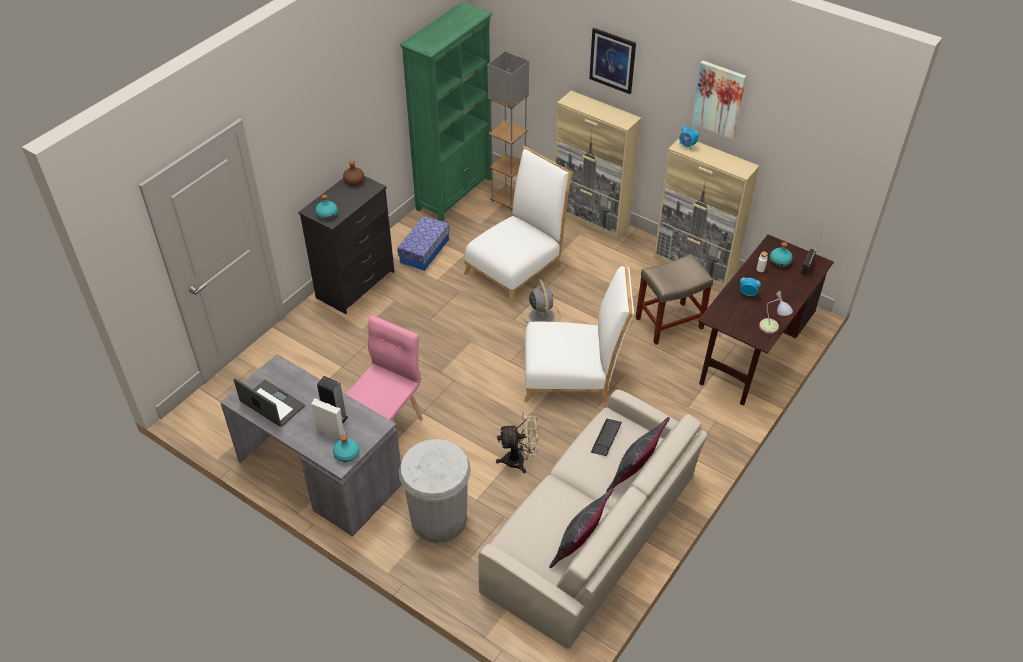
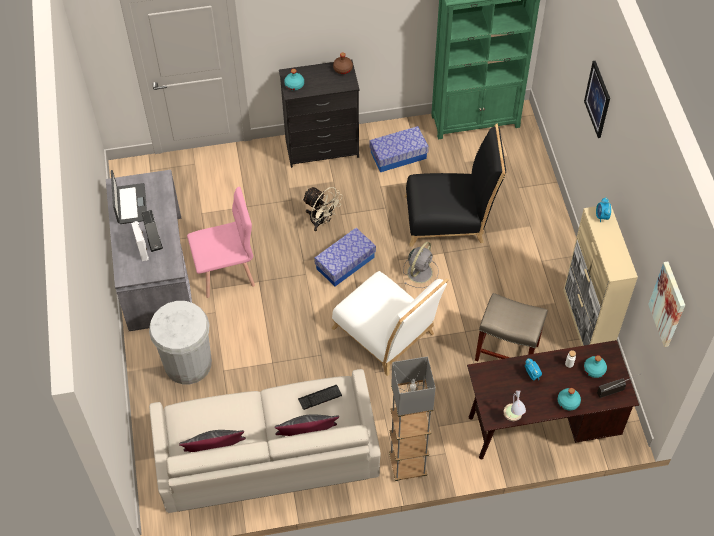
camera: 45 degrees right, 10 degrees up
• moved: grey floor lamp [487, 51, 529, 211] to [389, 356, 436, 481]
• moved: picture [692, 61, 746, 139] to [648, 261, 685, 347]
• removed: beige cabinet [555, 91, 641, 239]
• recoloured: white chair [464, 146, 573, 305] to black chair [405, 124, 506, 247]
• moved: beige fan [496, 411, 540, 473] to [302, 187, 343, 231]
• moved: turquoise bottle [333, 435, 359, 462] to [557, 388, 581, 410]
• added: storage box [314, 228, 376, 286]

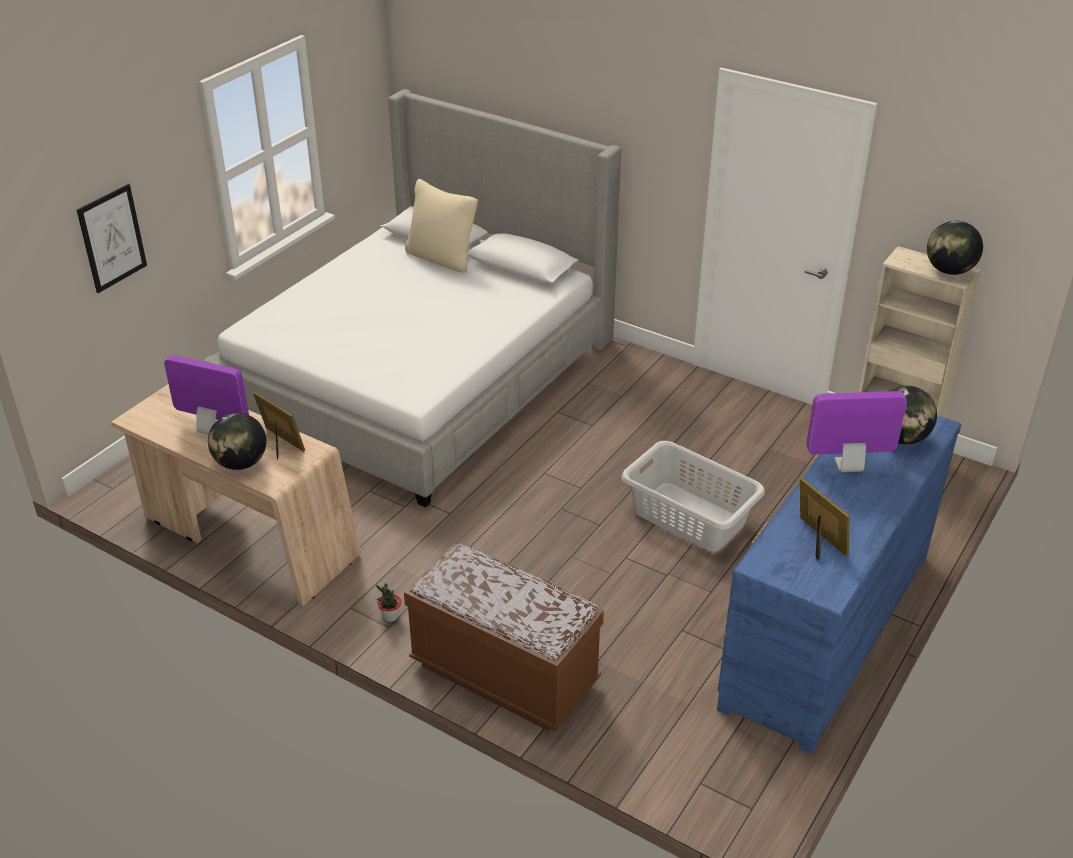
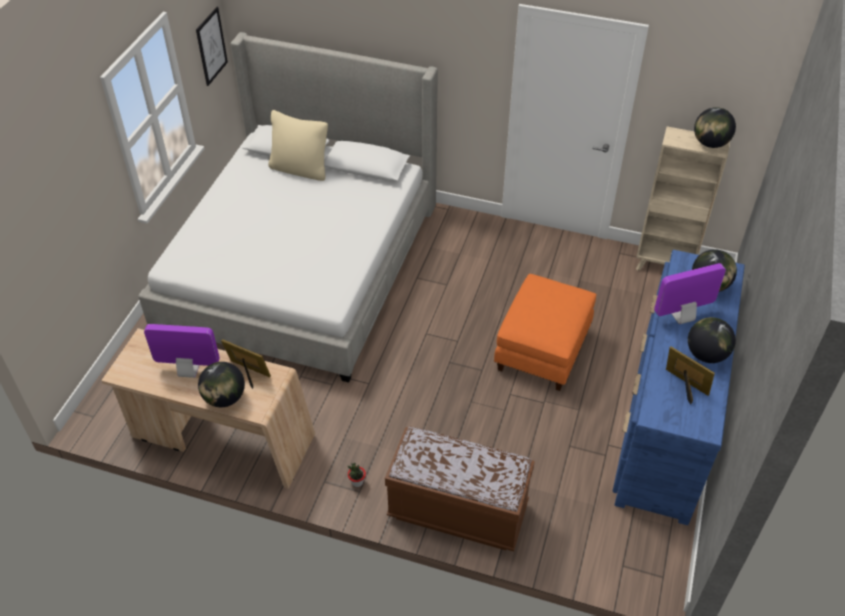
camera: 15 degrees left, 10 degrees up
• moved: picture [77, 184, 147, 293] to [196, 7, 228, 86]
• replaced: grey laundry basket [621, 441, 765, 552] to orange ottoman [494, 274, 596, 391]
• added: globe [688, 317, 736, 363]

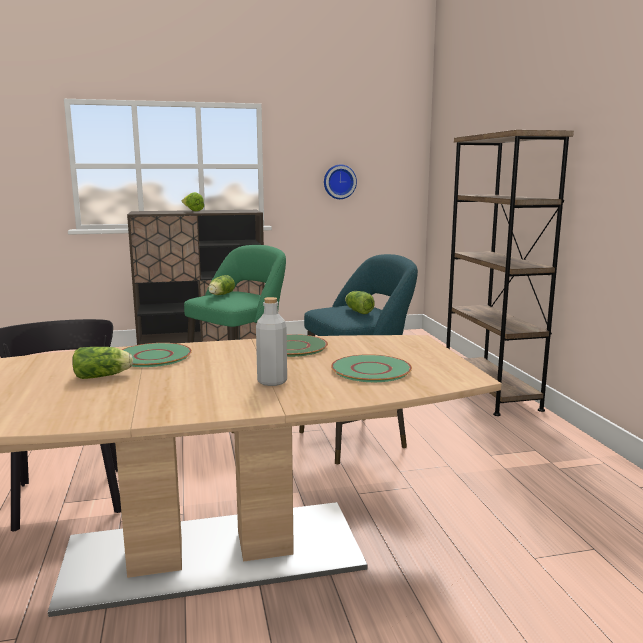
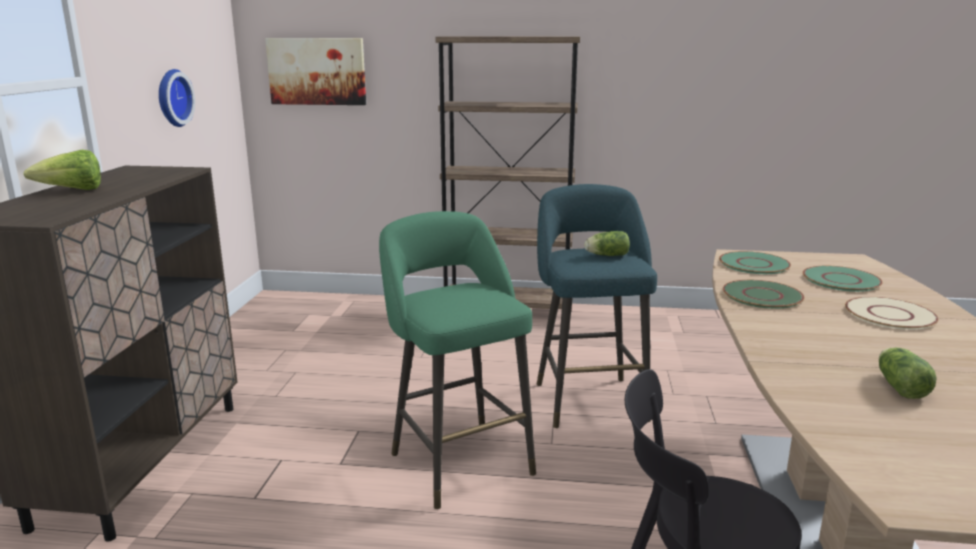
camera: 70 degrees left, 5 degrees up
• removed: lettuce [208, 275, 235, 295]
• replaced: grey bottle [256, 297, 287, 386] to beige plate [845, 297, 939, 330]
• moved: green plate [122, 343, 192, 367] to [719, 251, 791, 274]
• added: picture [265, 38, 366, 105]

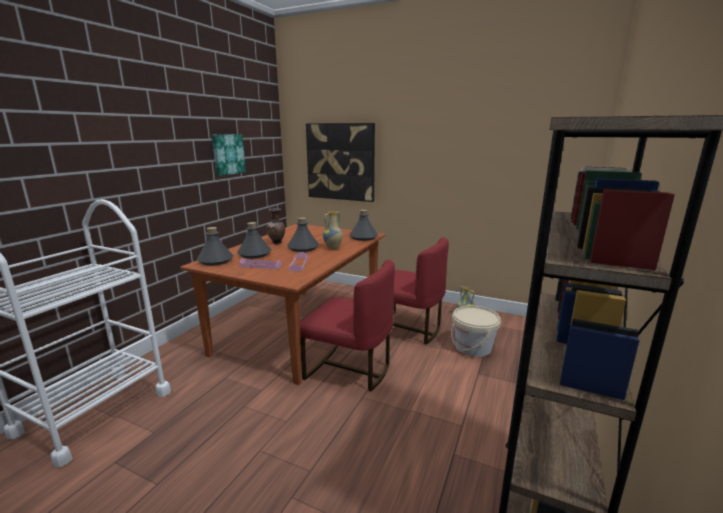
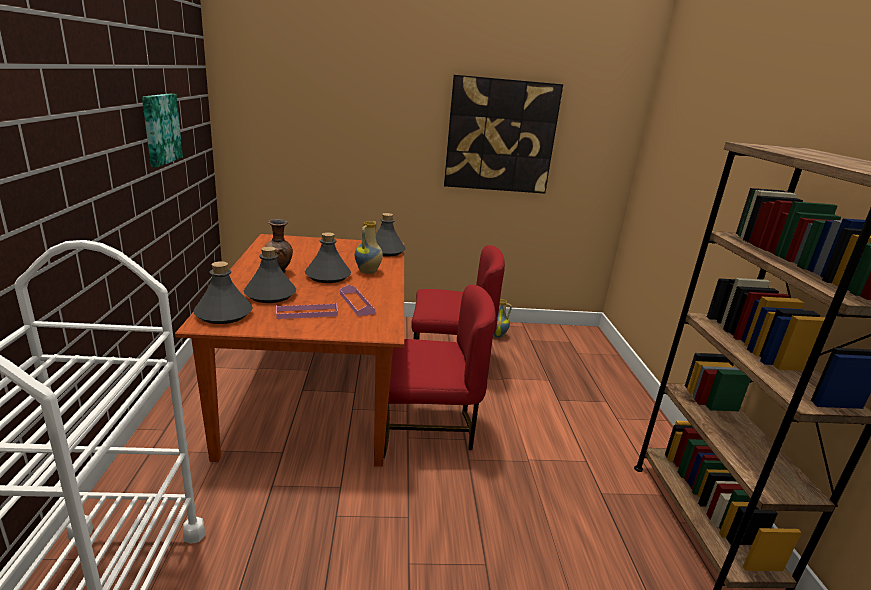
camera: 30 degrees left, 5 degrees up
• moved: picture [306, 123, 375, 202] to [444, 75, 563, 194]
• removed: beige bucket [451, 306, 501, 357]

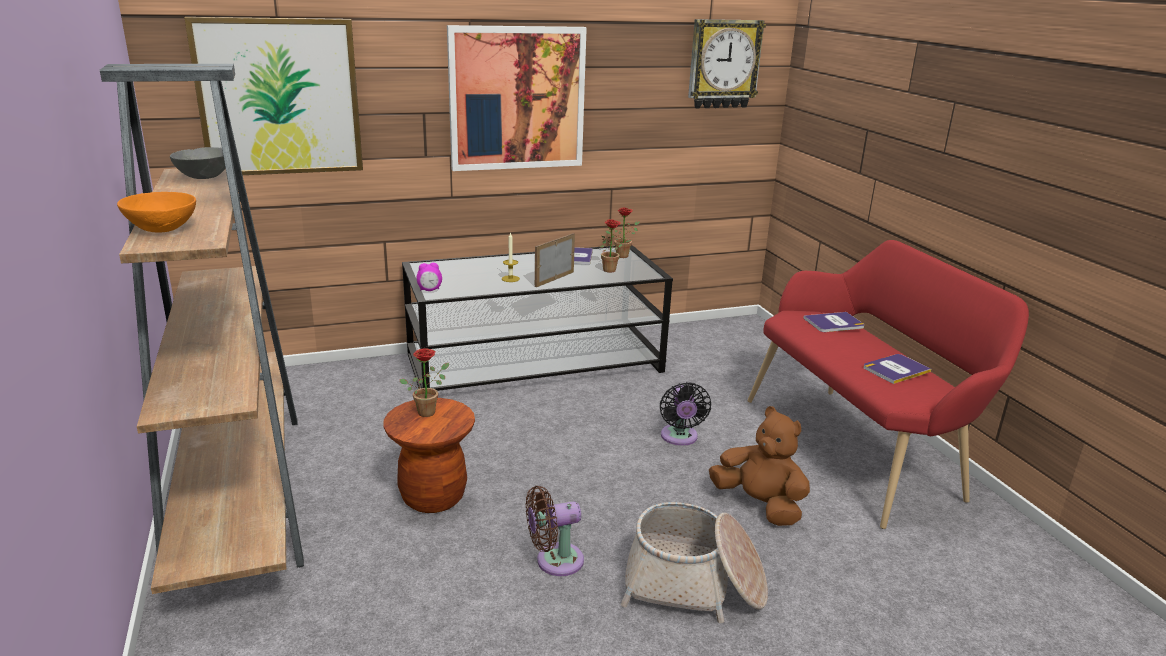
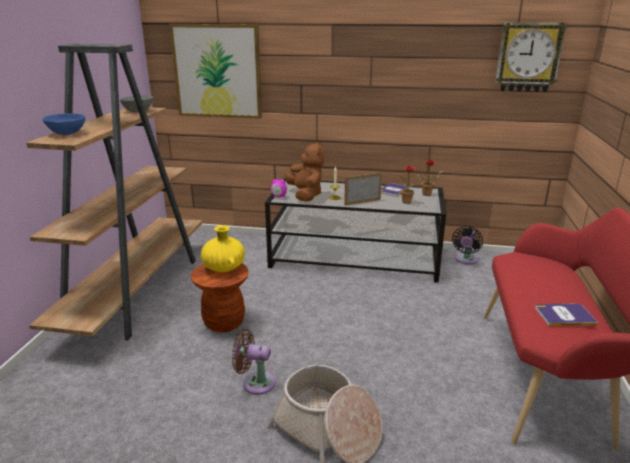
camera: 30 degrees right, 0 degrees up
• removed: picture [447, 25, 587, 171]
• recoloured: orange bowl [117, 192, 196, 232] to blue bowl [42, 113, 85, 135]
• removed: book [803, 312, 864, 332]
• replaced: potted plant [400, 348, 449, 417] to yellow vase [201, 225, 245, 272]
• moved: black fan [660, 382, 711, 446] to [452, 226, 483, 264]
• moved: brown plush toy [709, 406, 810, 526] to [285, 141, 324, 202]

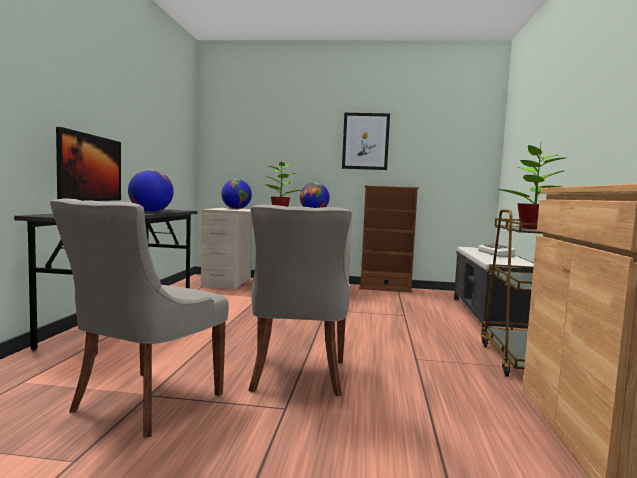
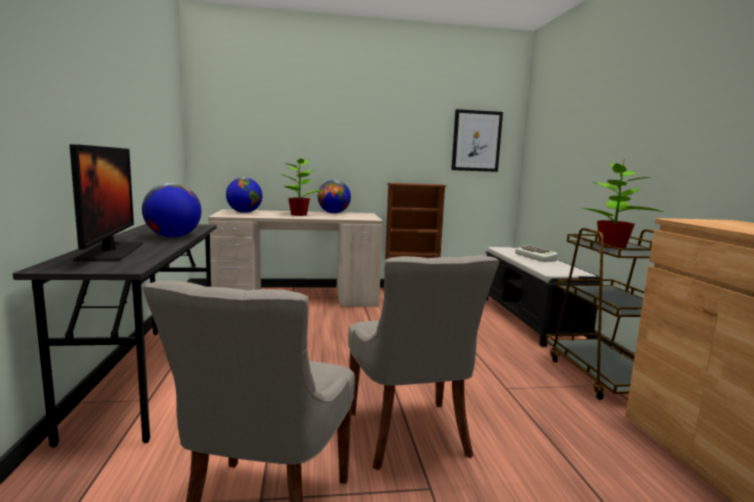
camera: 15 degrees left, 5 degrees up
• moved: picture [342, 113, 390, 170] to [451, 109, 503, 172]

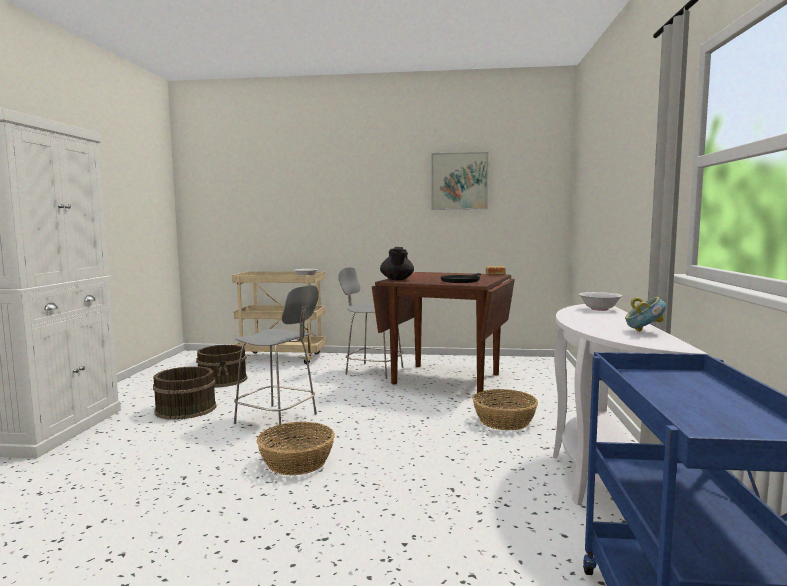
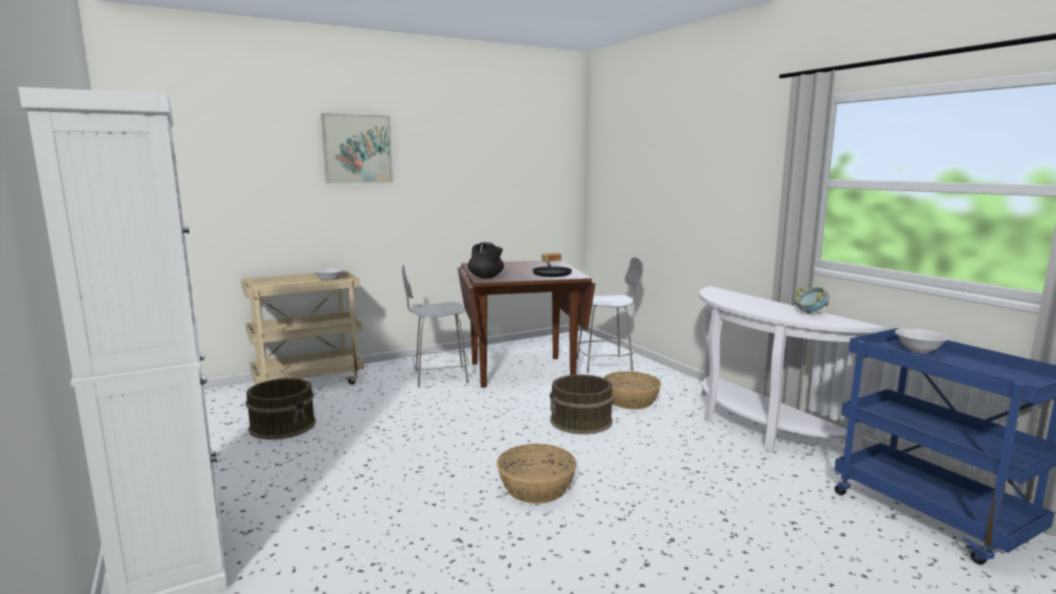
camera: 35 degrees left, 5 degrees up
• moved: picture [431, 152, 489, 210] to [321, 113, 393, 184]
• moved: grey chair [234, 285, 319, 434] to [577, 257, 643, 373]
• moved: white bowl [579, 292, 622, 311] to [895, 328, 949, 353]
• moved: brown bucket [153, 366, 216, 420] to [550, 374, 613, 435]

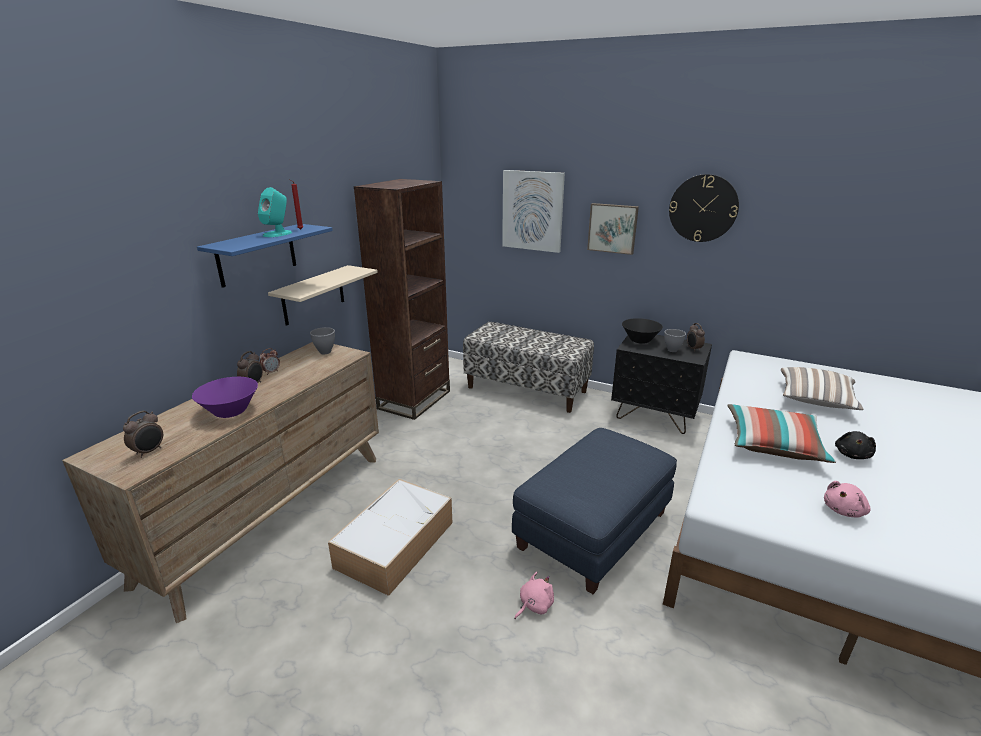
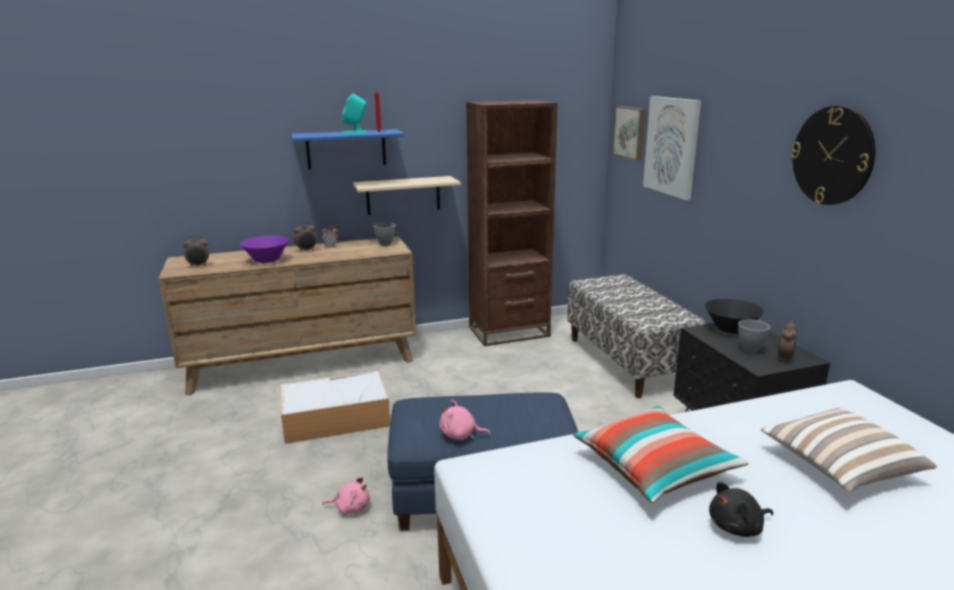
camera: 45 degrees right, 5 degrees down
• moved: picture [587, 203, 639, 255] to [612, 106, 646, 160]
• moved: pink plush toy [824, 481, 871, 518] to [439, 399, 491, 440]

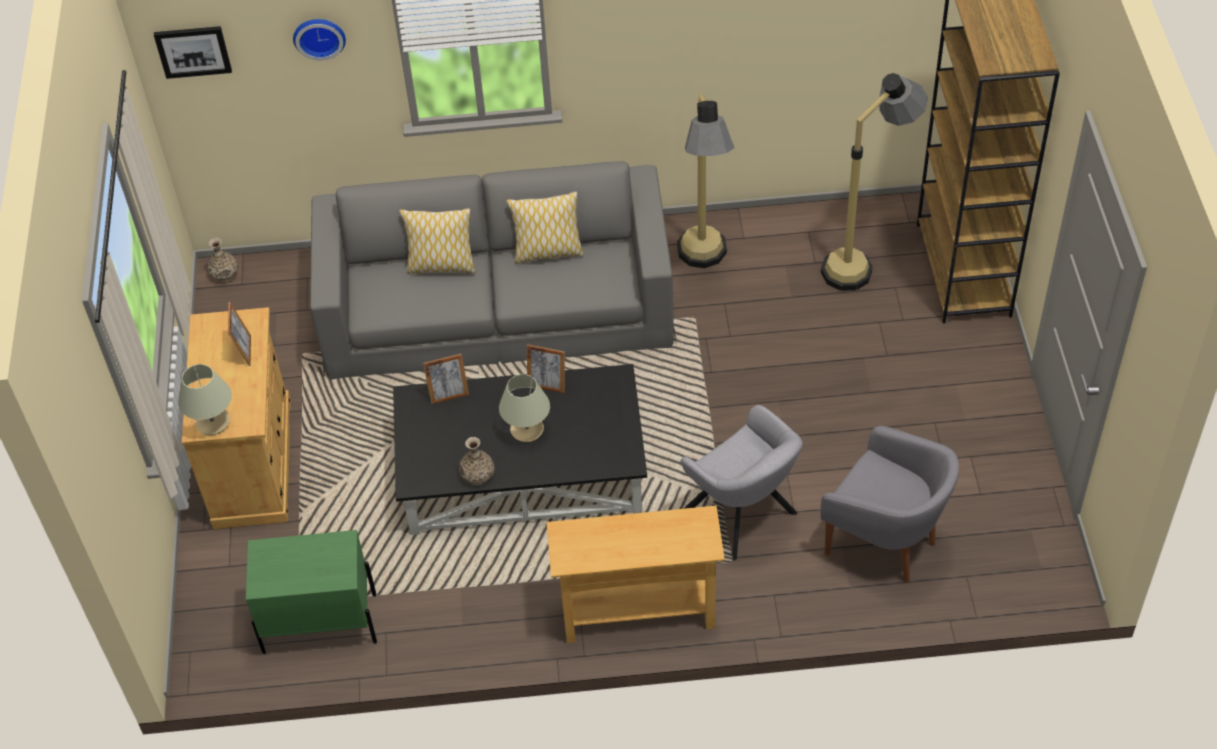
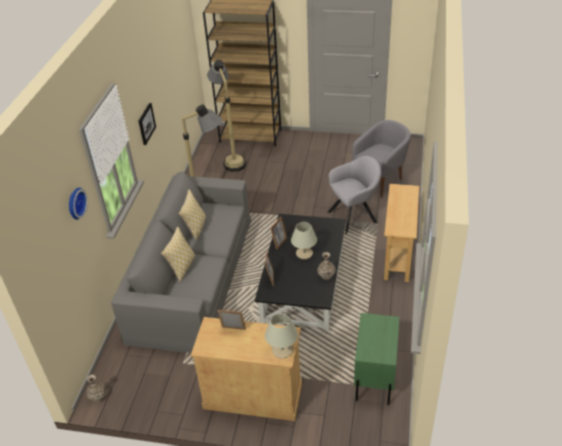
camera: 75 degrees left, 10 degrees down
• moved: picture [154, 26, 232, 79] to [139, 103, 156, 145]

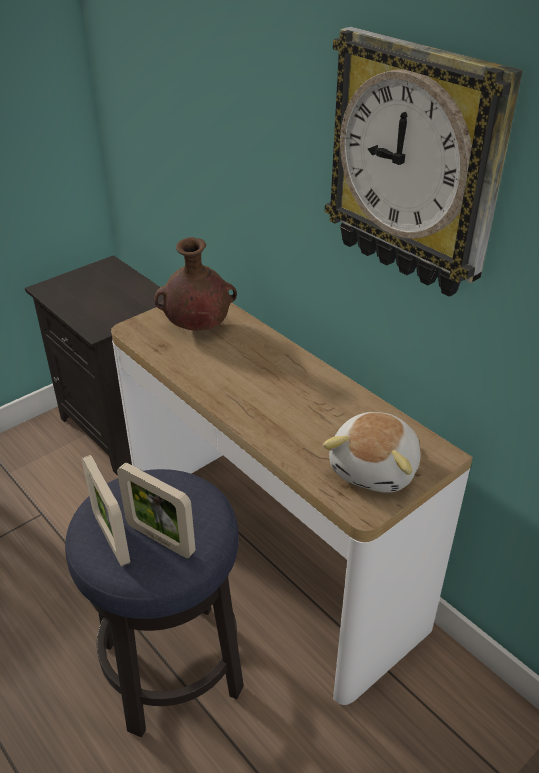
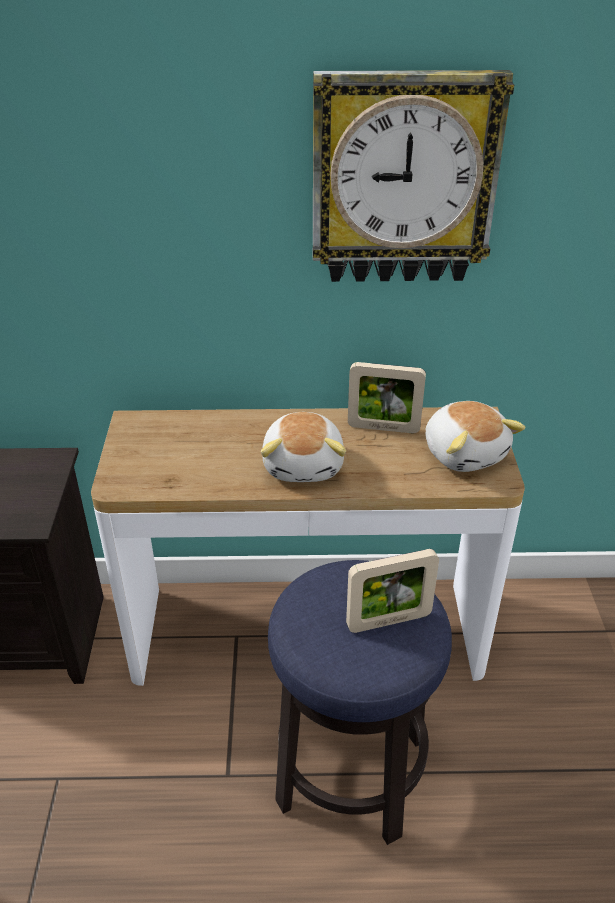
camera: 50 degrees left, 0 degrees up
• removed: brown vase [154, 237, 237, 331]
• moved: picture frame [82, 455, 130, 567] to [348, 362, 426, 433]
• added: plush toy [261, 412, 346, 482]

